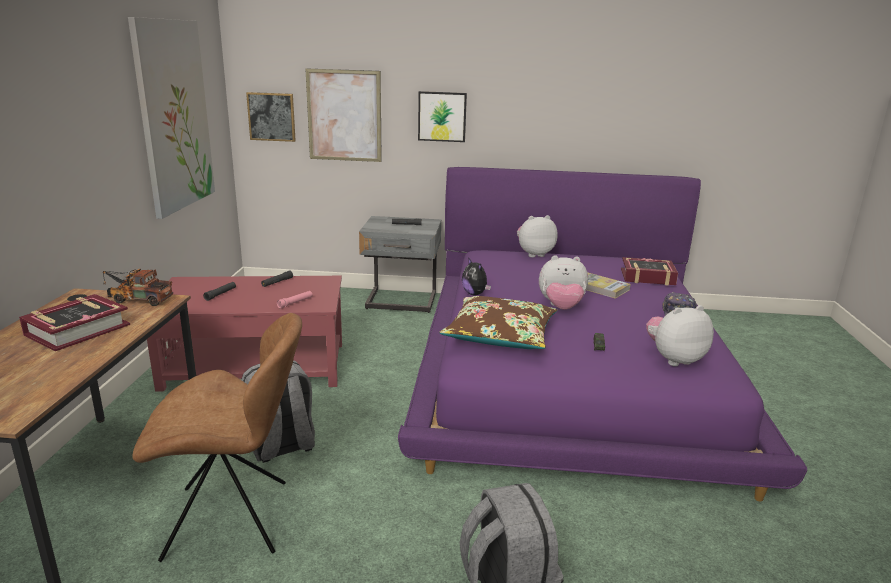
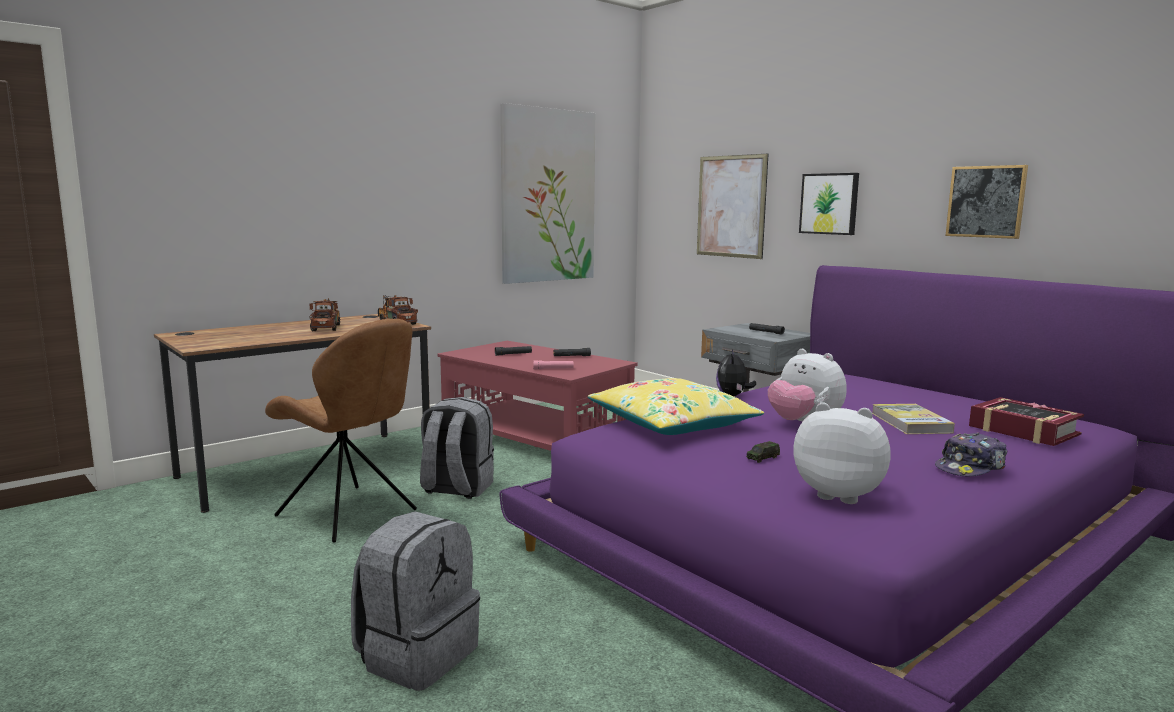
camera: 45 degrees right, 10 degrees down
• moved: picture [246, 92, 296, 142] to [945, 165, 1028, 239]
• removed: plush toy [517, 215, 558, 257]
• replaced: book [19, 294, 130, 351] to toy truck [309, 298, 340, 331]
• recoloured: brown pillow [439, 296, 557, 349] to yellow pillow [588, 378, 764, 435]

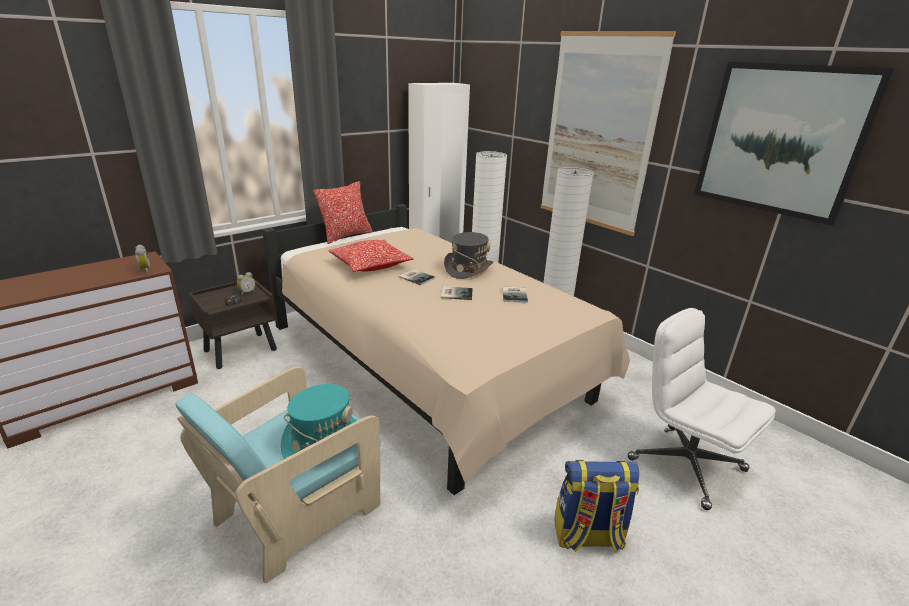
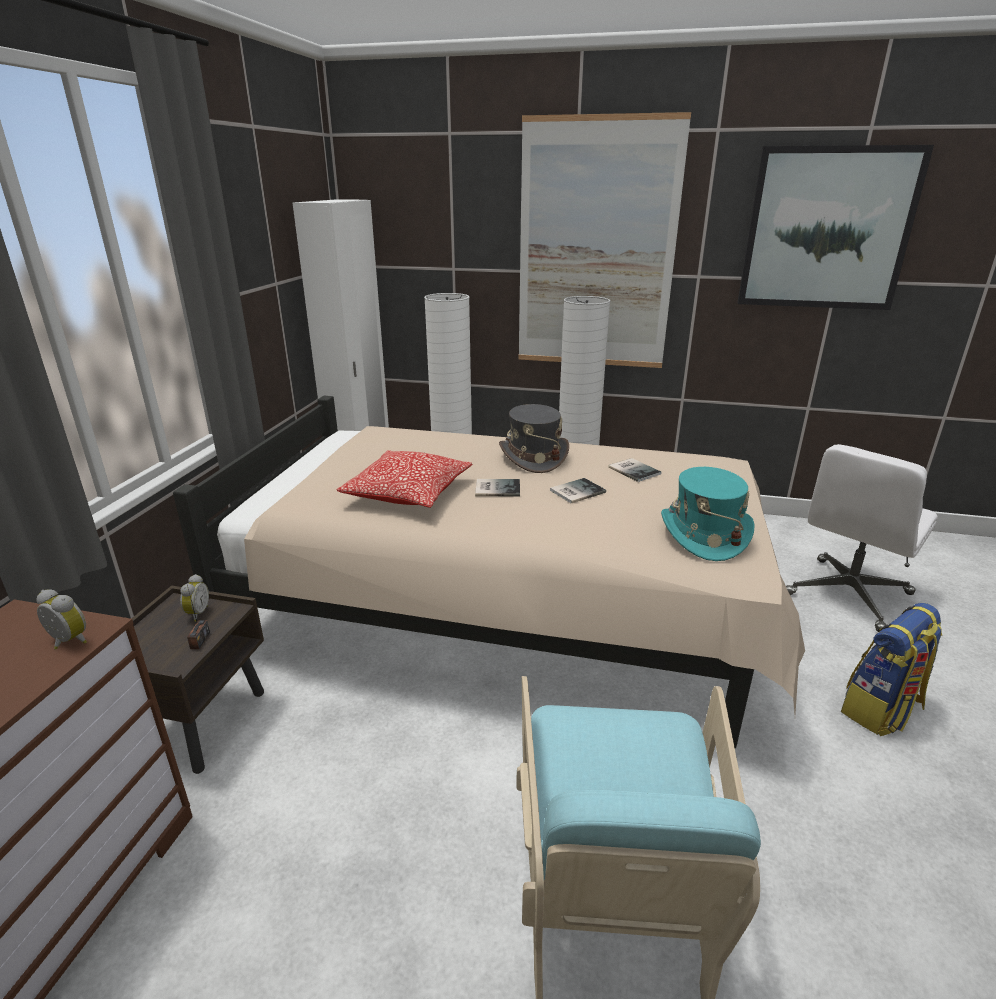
camera: 35 degrees left, 0 degrees up
• removed: pillow [313, 181, 373, 244]
• turned: white office chair [628, 308, 776, 510] = [786, 444, 938, 631] 60 degrees counterclockwise
• moved: turquoise hat [281, 384, 357, 459] to [661, 467, 755, 561]

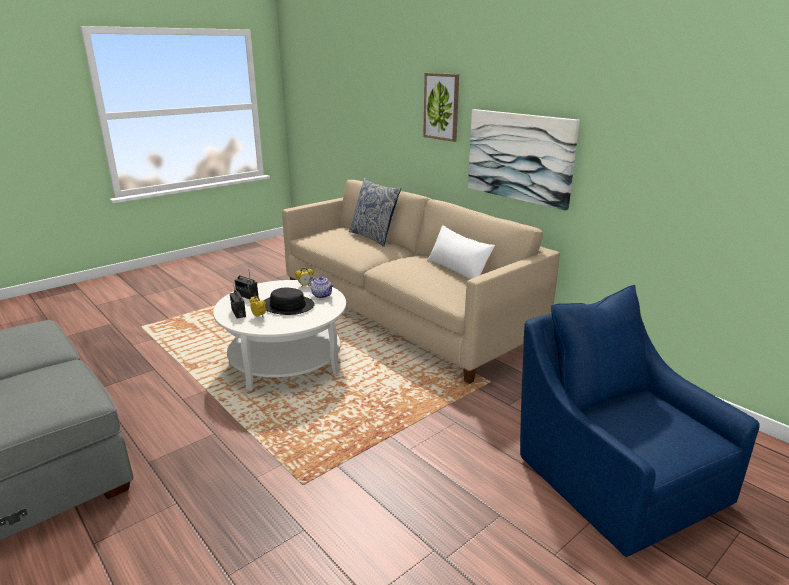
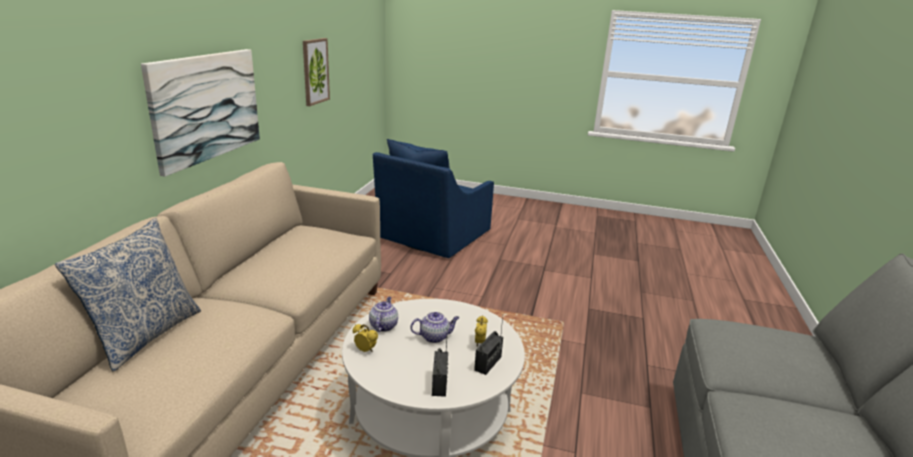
camera: 125 degrees left, 0 degrees up
• moved: picture [423, 73, 459, 142] to [303, 38, 330, 106]
• removed: white pillow [427, 225, 495, 279]
• replaced: black hat [264, 288, 314, 315] to teapot [410, 312, 459, 343]

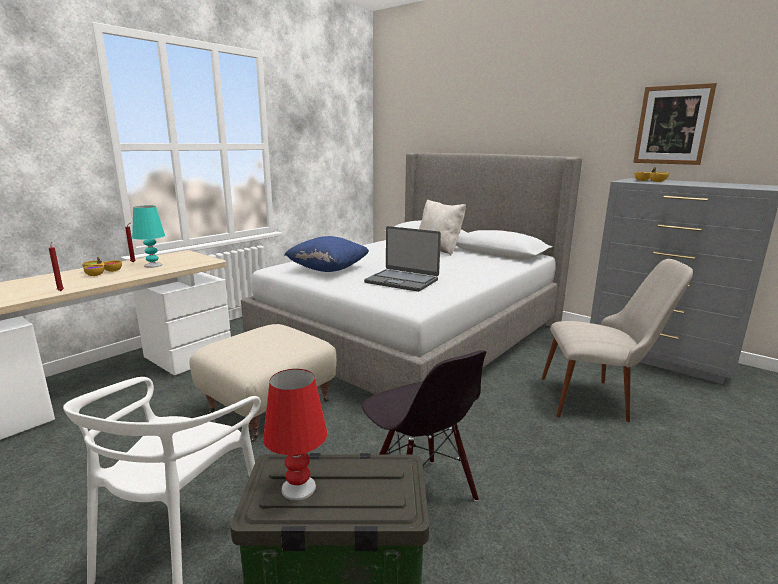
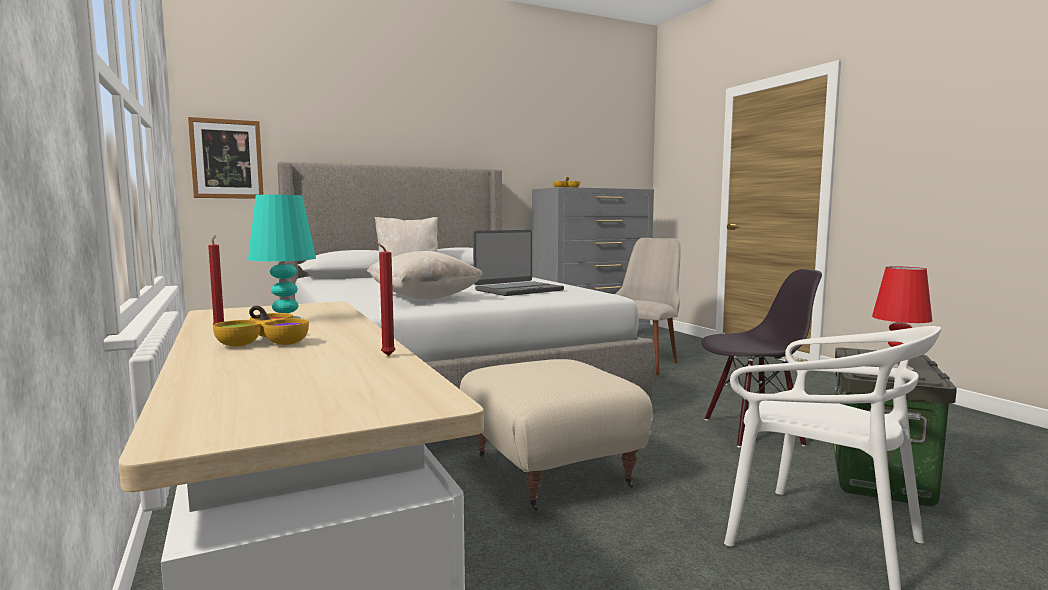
camera: 65 degrees left, 10 degrees down
• moved: picture [633, 83, 717, 165] to [188, 117, 264, 199]
• recoloured: blue pillow [284, 236, 369, 272] to beige pillow [367, 251, 484, 299]

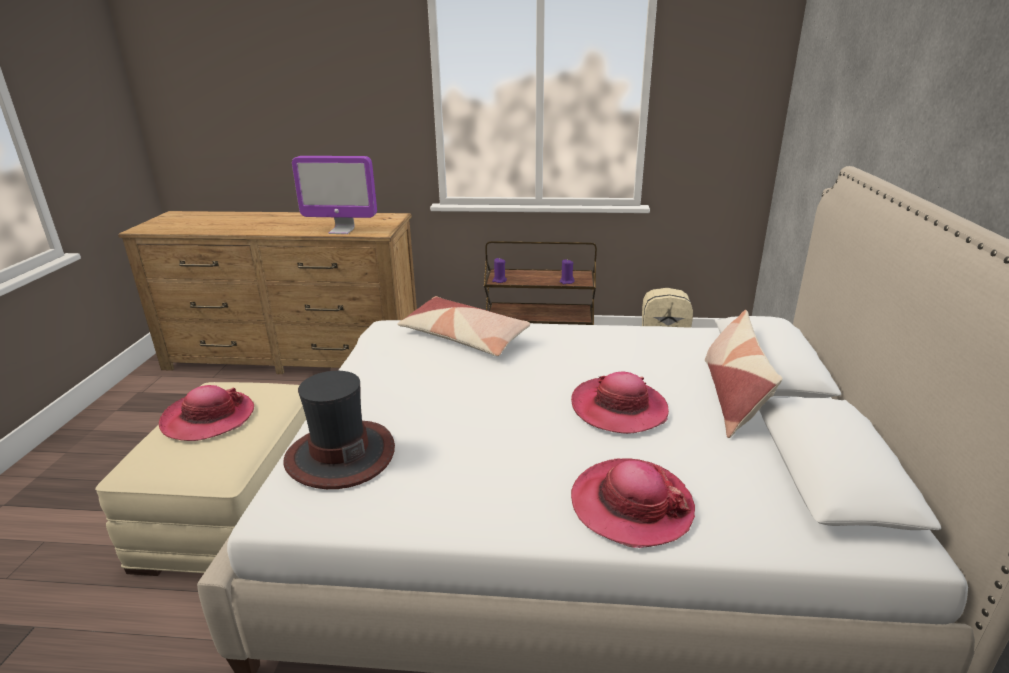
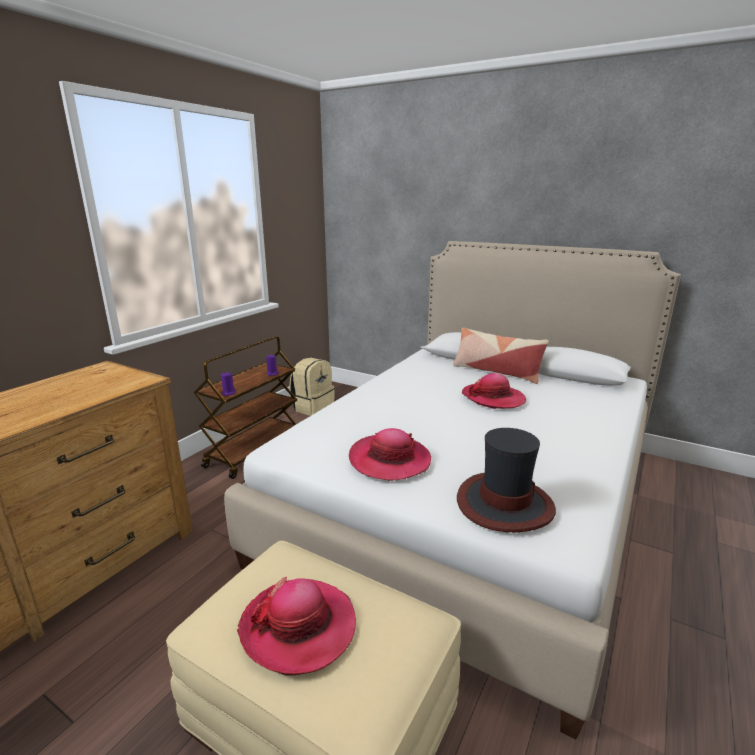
camera: 65 degrees left, 5 degrees down
• removed: monitor [292, 156, 377, 234]
• removed: pillow [397, 296, 530, 356]
• moved: hat [571, 458, 695, 548] to [349, 428, 431, 481]

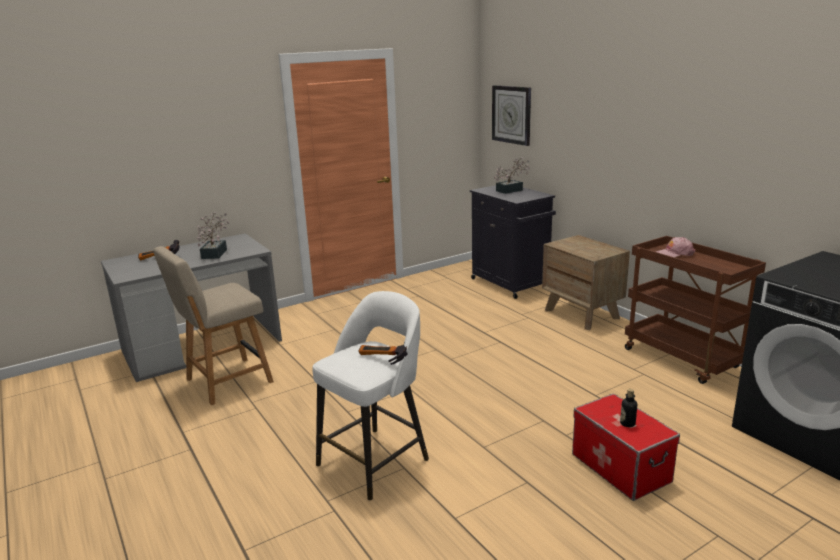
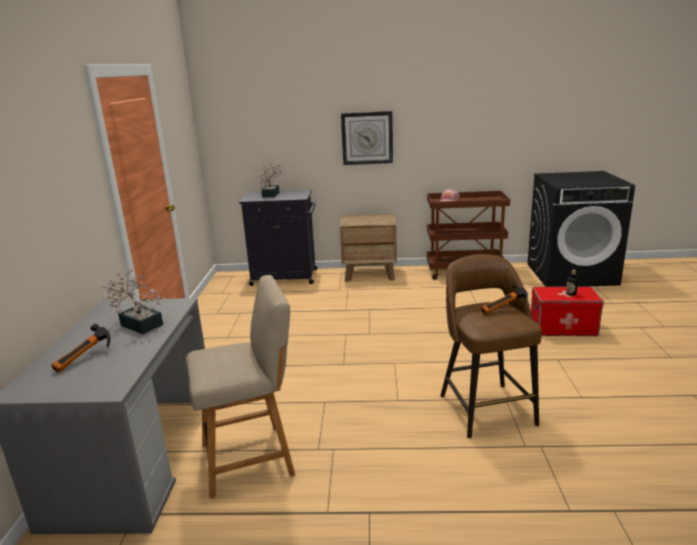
camera: 55 degrees left, 0 degrees up
• moved: wall clock [492, 85, 531, 146] to [341, 111, 393, 165]
• turned: beige chair [153, 246, 274, 405] = [186, 275, 295, 499] 105 degrees counterclockwise
• recoloured: white stool [312, 291, 429, 500] to brown stool [440, 254, 542, 438]

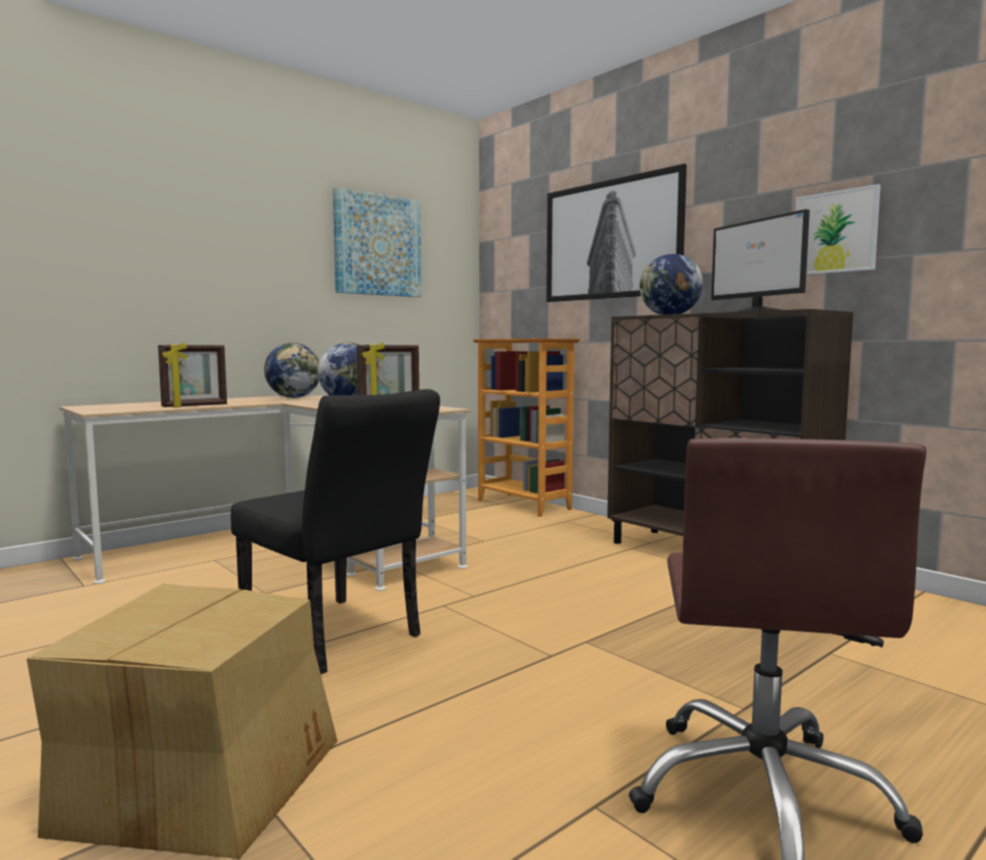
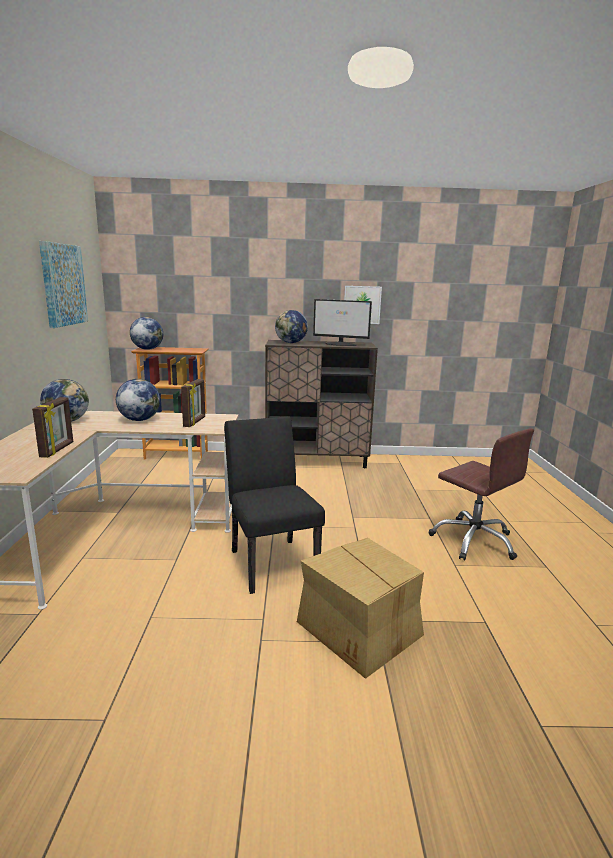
camera: 50 degrees left, 10 degrees up
• removed: picture [546, 164, 687, 302]
• turned: black chair [231, 389, 440, 674] = [224, 416, 325, 594] 105 degrees counterclockwise
• added: globe [130, 317, 163, 350]

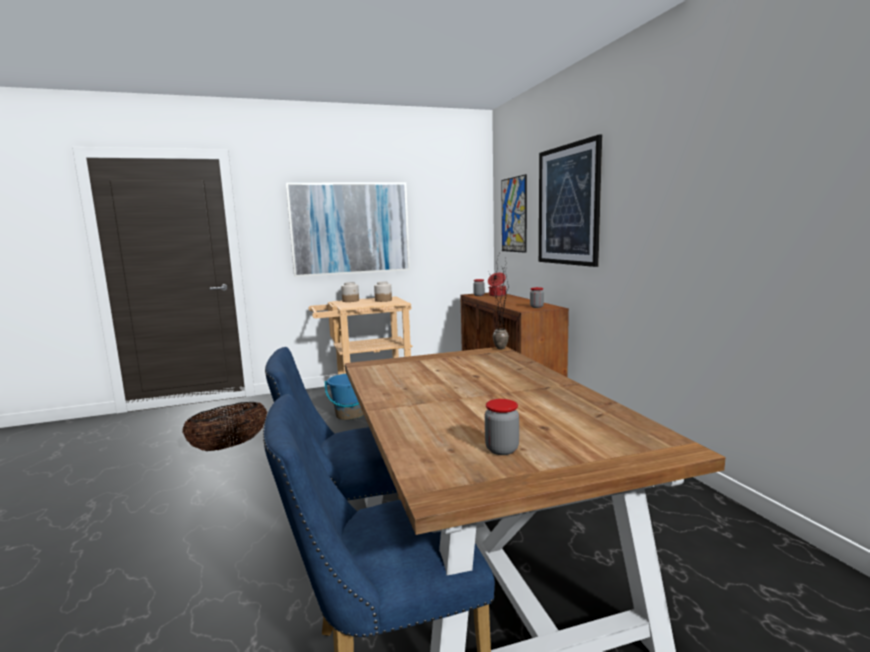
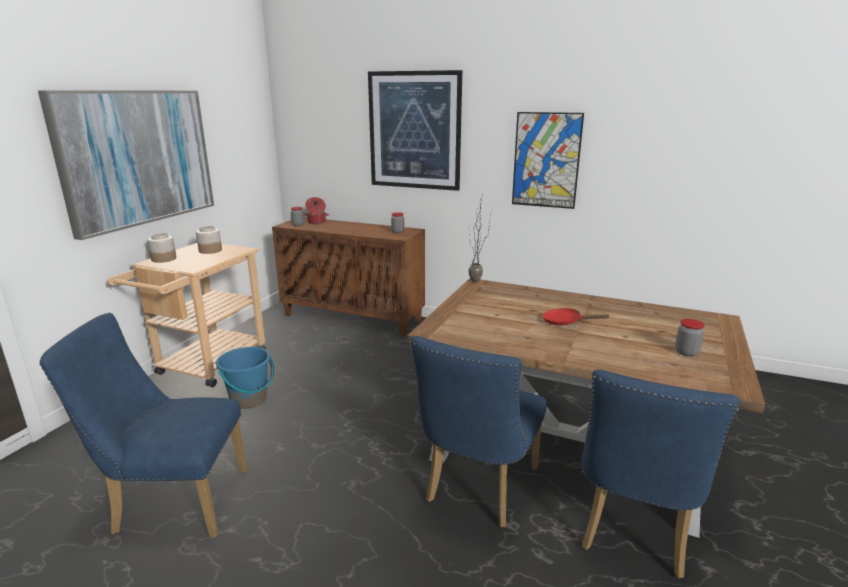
camera: 50 degrees left, 10 degrees up
• moved: picture [501, 174, 527, 253] to [512, 112, 584, 209]
• replaced: basket [182, 402, 267, 451] to blue chair [39, 313, 247, 538]
• added: red frying pan [543, 308, 610, 325]

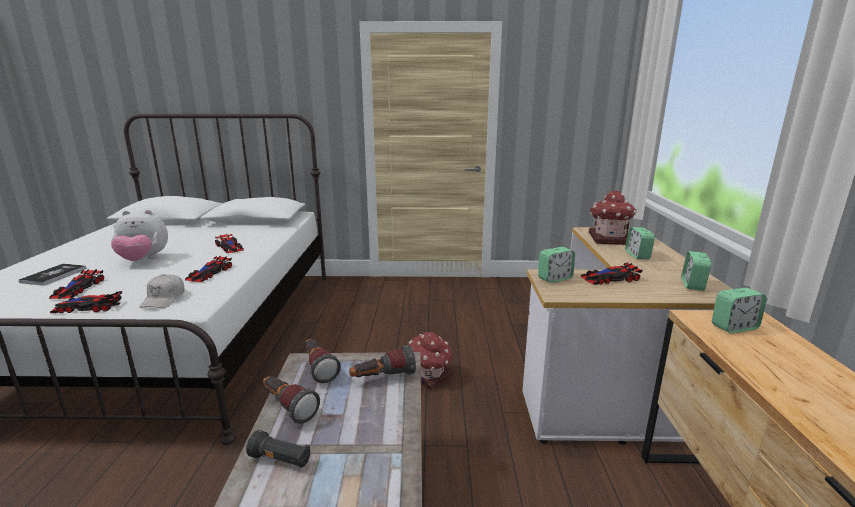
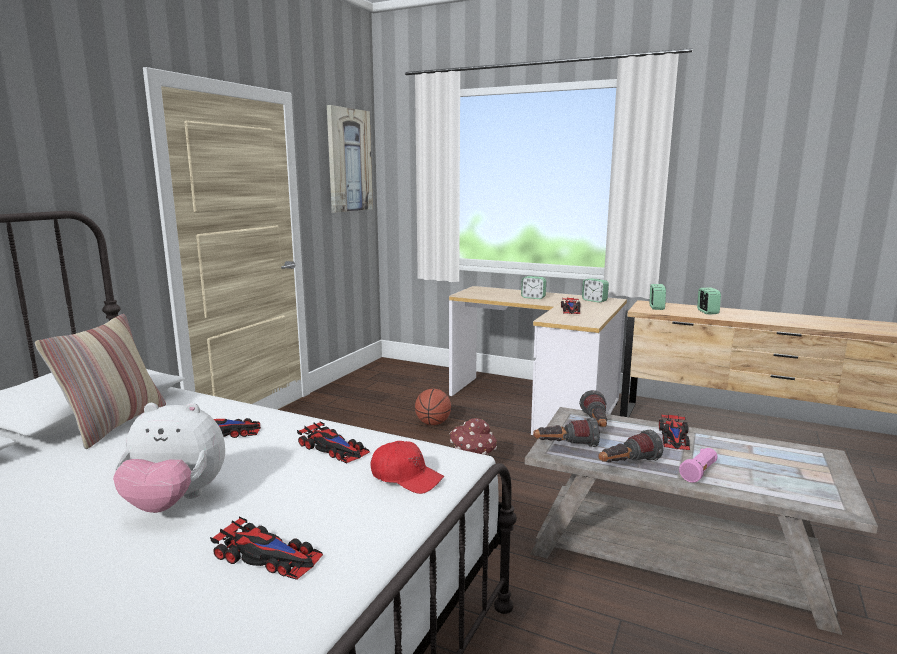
camera: 65 degrees left, 5 degrees down
• removed: toy house [589, 190, 637, 245]
• turned: plush toy [111, 210, 168, 261] = [113, 403, 225, 513] 75 degrees clockwise
• moved: alarm clock [538, 247, 575, 283] to [697, 287, 721, 314]
• removed: book [19, 264, 87, 286]
• recoloured: white cap [139, 274, 184, 308] to red cap [371, 441, 444, 494]
• moved: toy car [50, 291, 122, 313] to [659, 413, 690, 450]
• recoloured: black flashlight [246, 430, 311, 467] to pink flashlight [679, 448, 717, 483]
• added: picture [327, 105, 373, 213]
• added: pillow [35, 314, 166, 449]
• added: basketball [415, 389, 451, 425]

